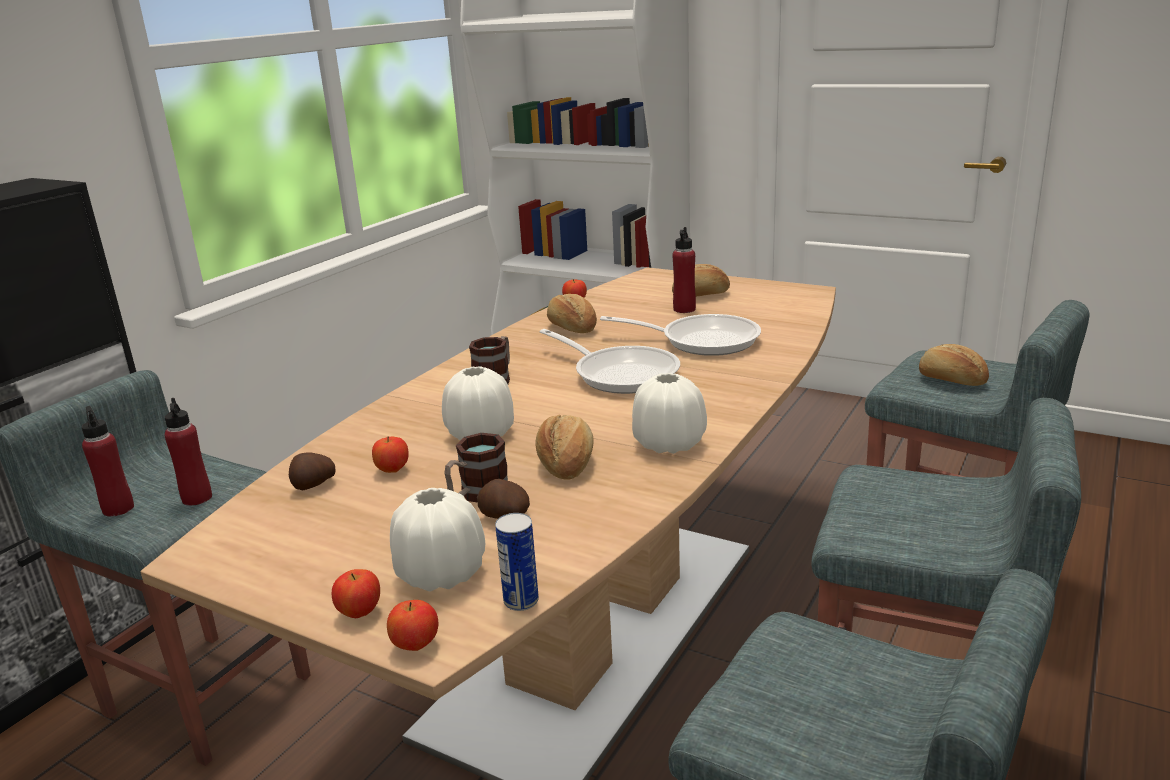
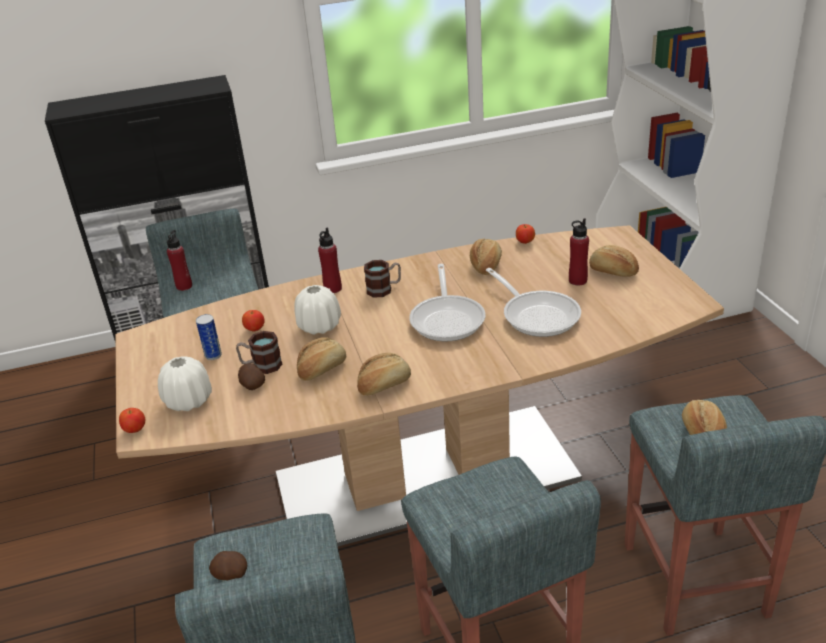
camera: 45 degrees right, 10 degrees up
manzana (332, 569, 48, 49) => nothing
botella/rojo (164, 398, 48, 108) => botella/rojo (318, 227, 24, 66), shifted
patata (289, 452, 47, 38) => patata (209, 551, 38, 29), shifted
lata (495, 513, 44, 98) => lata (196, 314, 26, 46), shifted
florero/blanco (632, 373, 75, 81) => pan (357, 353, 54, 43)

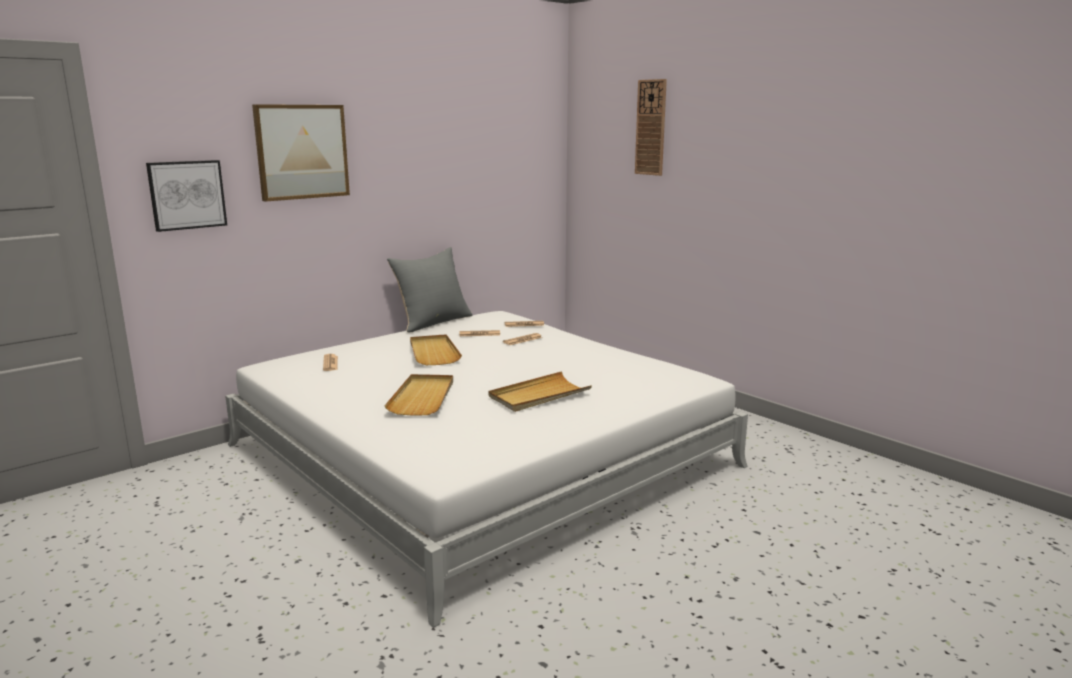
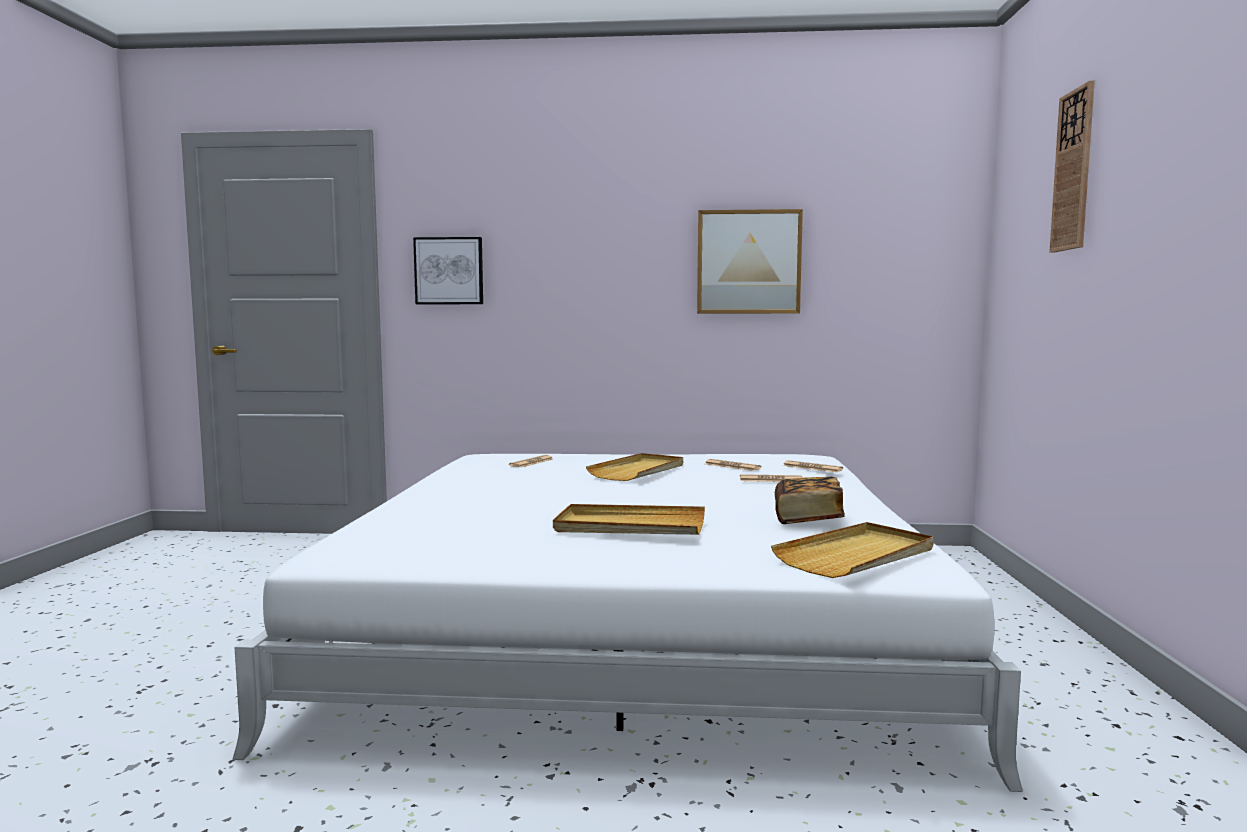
camera: 45 degrees right, 10 degrees down
cojín/gris (387, 247, 86, 85) => nothing
nothing => libro (775, 477, 70, 47)
cuadro (252, 104, 98, 98) => cuadro (697, 209, 106, 105), shifted
bandeja/beis (385, 374, 68, 42) => bandeja/beis (771, 522, 163, 56), shifted

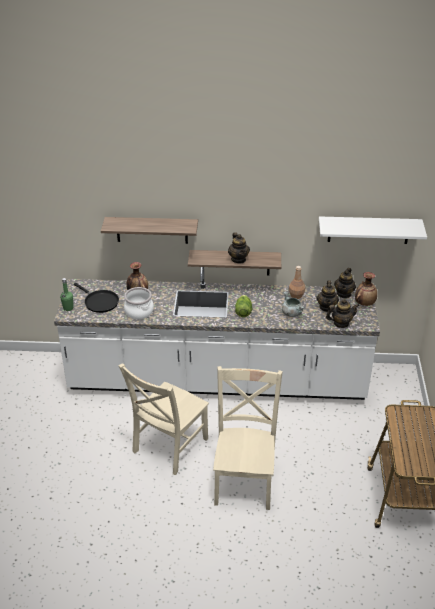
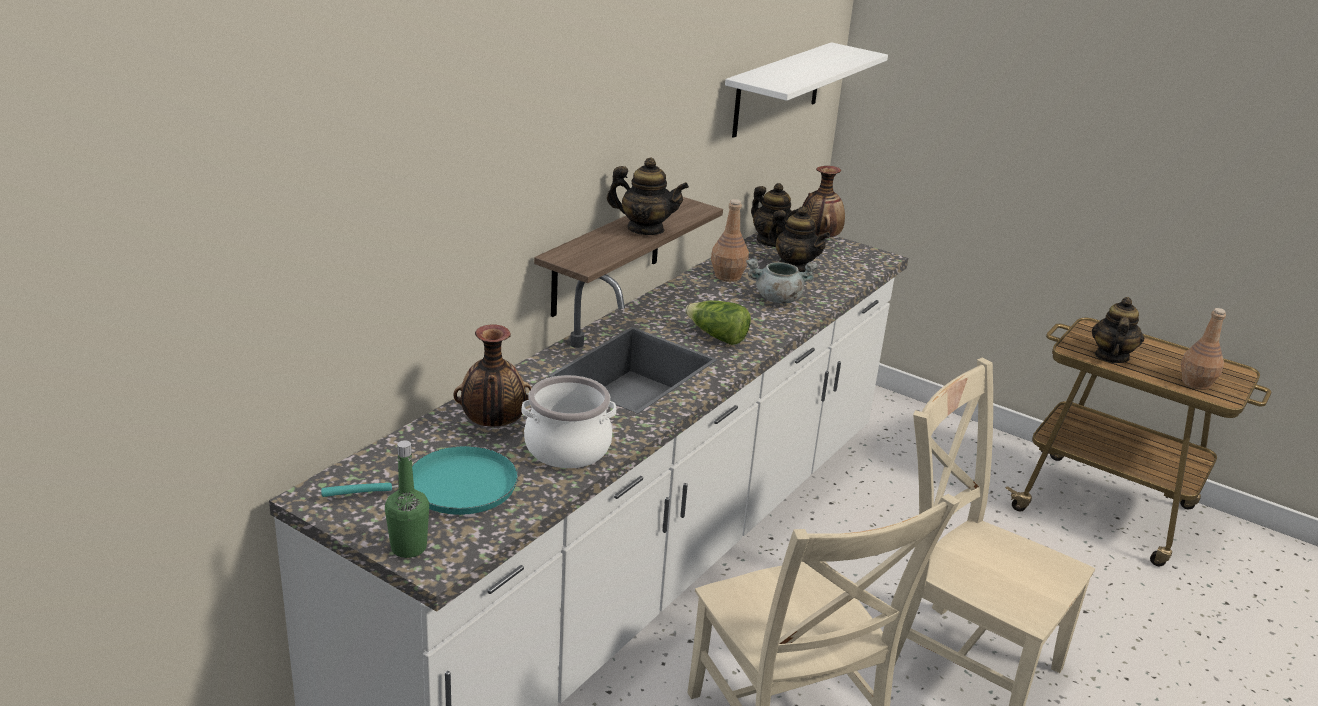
camera: 60 degrees left, 10 degrees down
estante (101, 217, 97, 27) => nothing
nothing => botella/marrón (1181, 308, 45, 82)
tetera (326, 299, 34, 29) => tetera (1092, 297, 52, 66), shifted
sartén/negro (74, 283, 45, 30) => sartén/turquesa (321, 446, 197, 69)

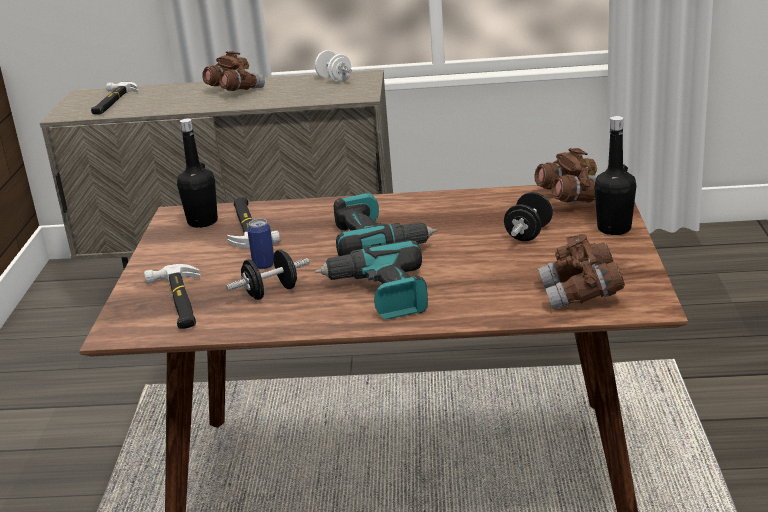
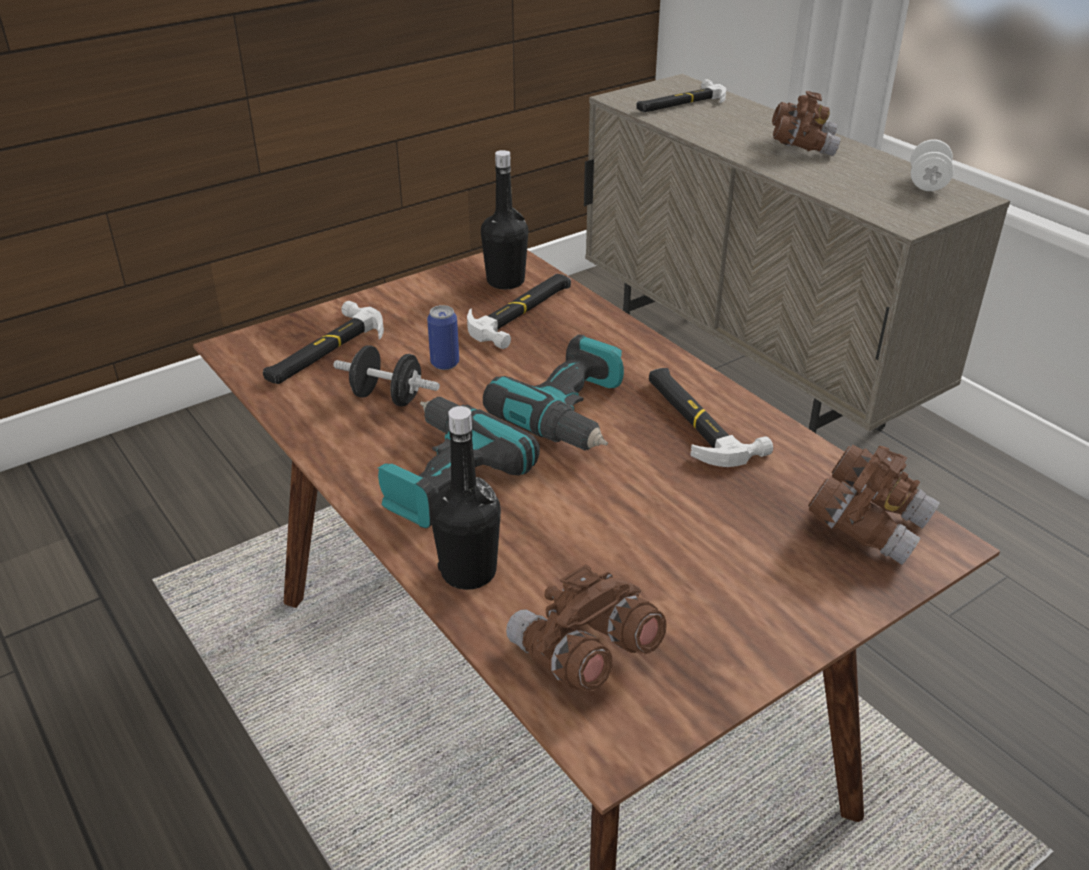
camera: 50 degrees right, 10 degrees up
mancuerna/negro (504, 192, 49, 49) => nothing
nothing => martillo (649, 368, 124, 99)
botella/negro (594, 116, 42, 119) => botella/negro (430, 406, 71, 184), shifted

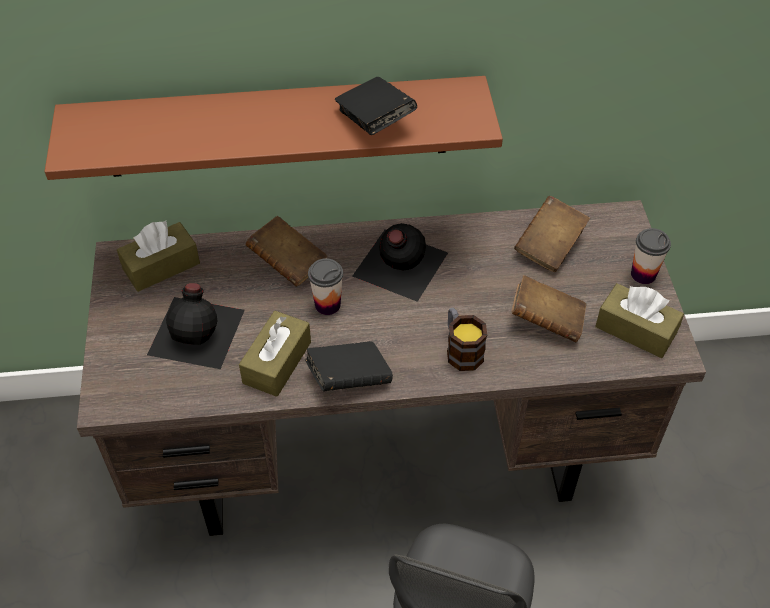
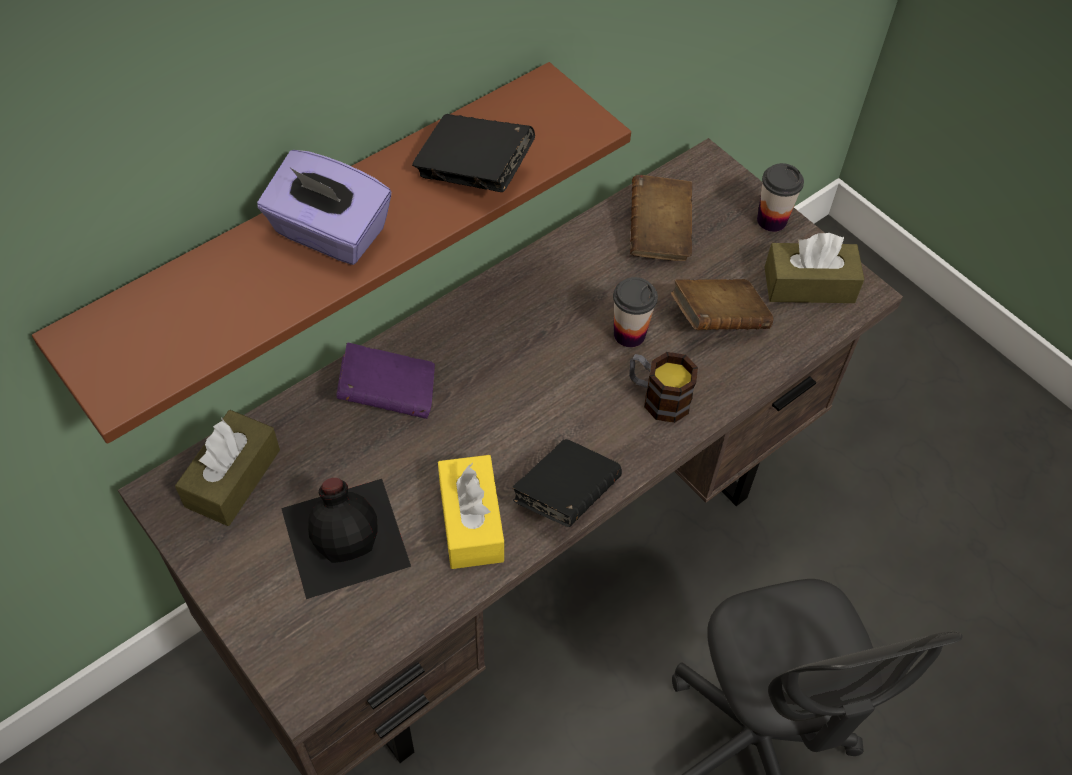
camera: 35 degrees left, 5 degrees up
botella/negro (352, 223, 96, 79) => nothing
nothing => caja de pañuelos/morado (257, 150, 134, 115)
taza (308, 258, 35, 57) => taza (613, 277, 45, 70), shifted
caja de pañuelos/marrón (239, 311, 72, 86) => caja de pañuelos/amarillo (438, 455, 66, 114)
libro/marrón (246, 216, 81, 71) => libro/morado (336, 343, 99, 76)

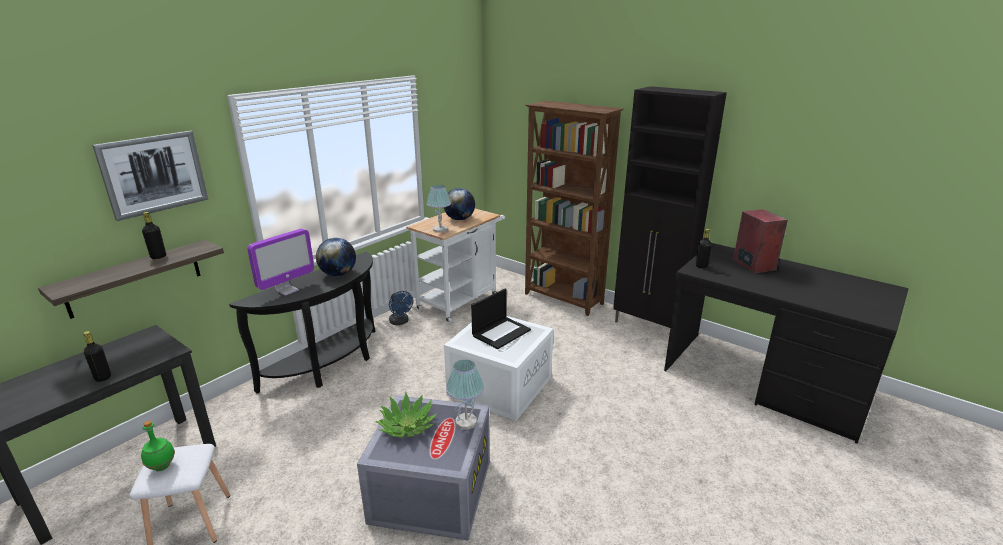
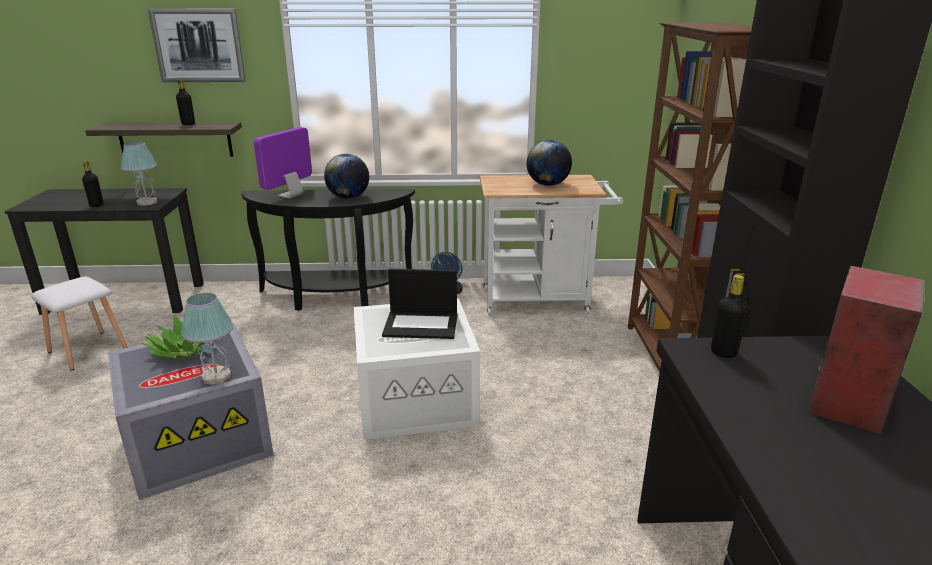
camera: 50 degrees right, 0 degrees up
botella/verde (141, 421, 34, 50) => nothing
lámpara de mesa (427, 185, 24, 48) => lámpara de mesa (121, 141, 36, 65), shifted
monitor (247, 228, 67, 68) => monitor (254, 127, 58, 71), 120 degrees clockwise

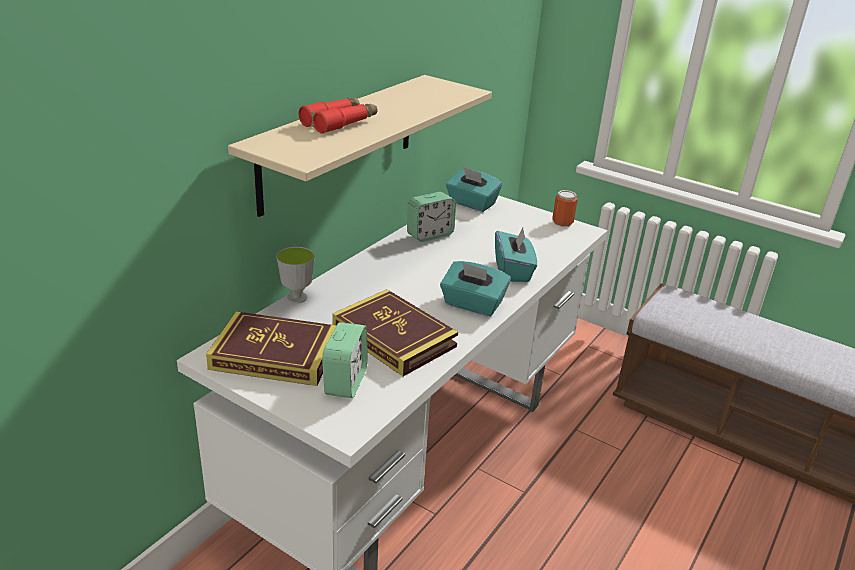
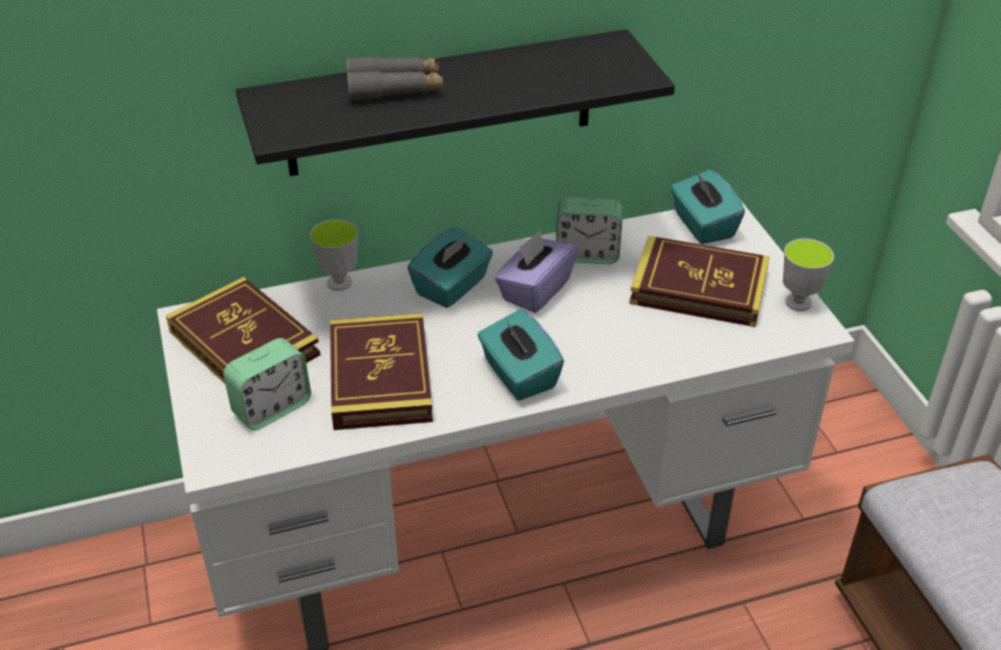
camera: 40 degrees right, 10 degrees up
nothing => caja de pañuelos/morado (495, 230, 82, 83)
nothing => libro (629, 236, 141, 91)
caja de pañuelos/turquesa (495, 228, 42, 54) => caja de pañuelos/turquesa (407, 227, 86, 81), shifted
lata (552, 190, 26, 37) => taza (783, 239, 51, 72)
estante/beis (228, 75, 264, 142) => estante/negro (236, 29, 439, 147)
prismáticos/rojo (299, 98, 78, 36) => prismáticos/gris (346, 56, 97, 45)

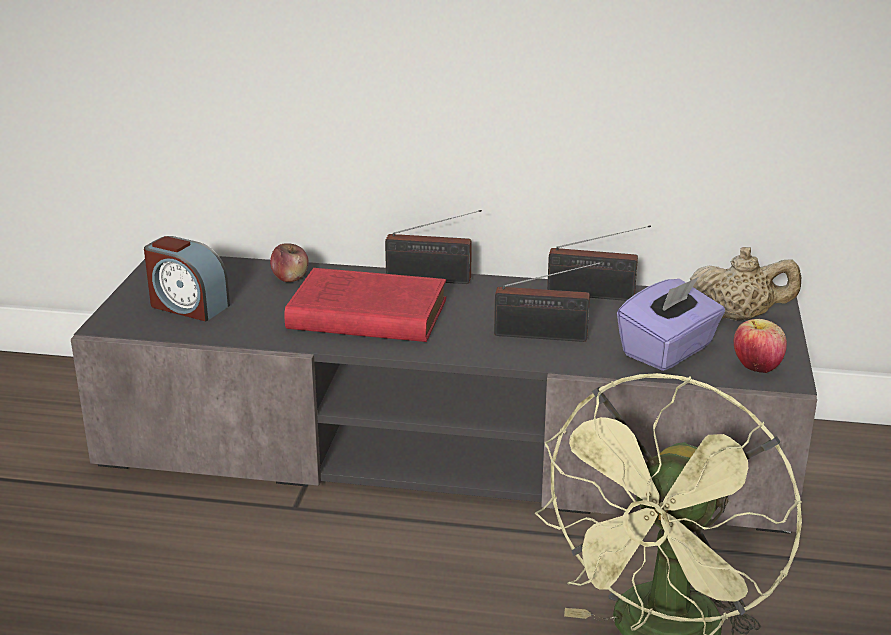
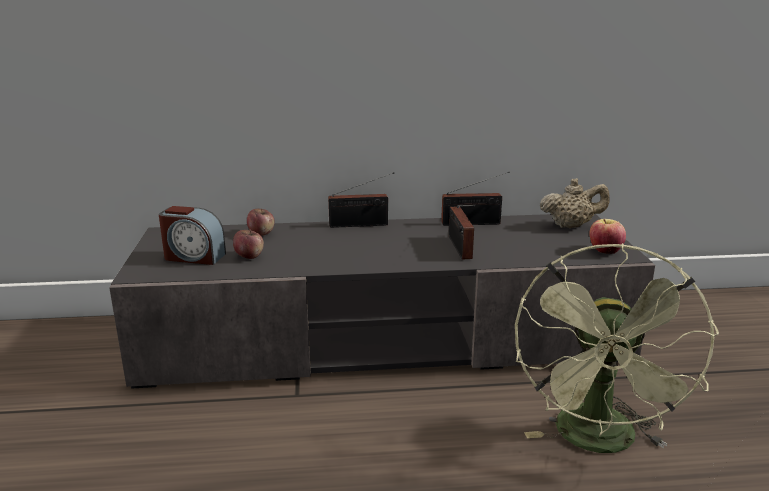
camera: 15 degrees left, 5 degrees down
libro/rojo (284, 268, 162, 74) => nothing
caja de pañuelos/morado (617, 277, 108, 94) => nothing
nothing => manzana (233, 229, 31, 30)
radio (494, 261, 109, 81) => radio (449, 205, 26, 54), 90 degrees clockwise

